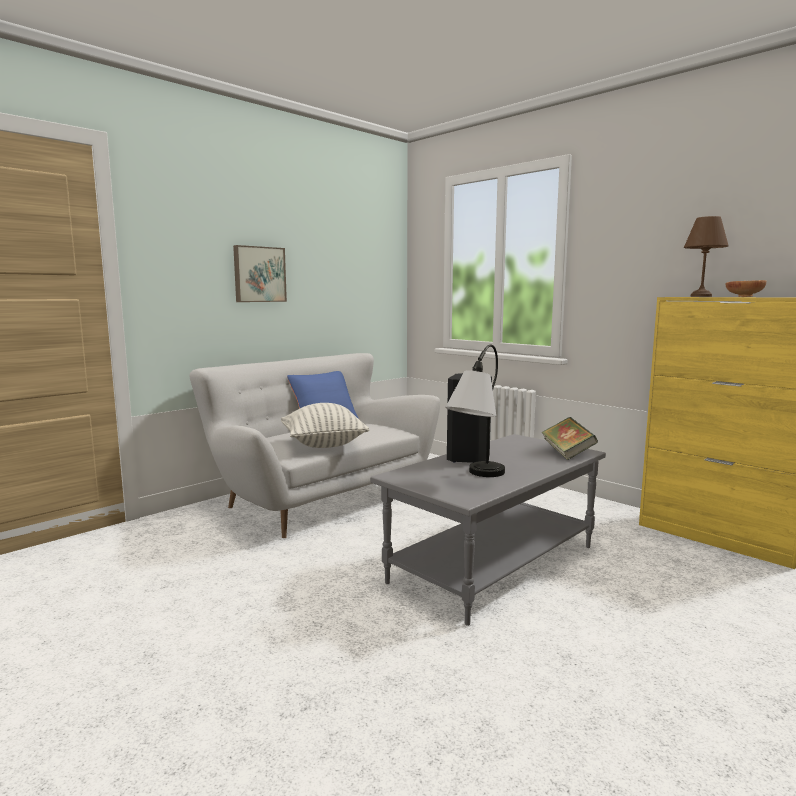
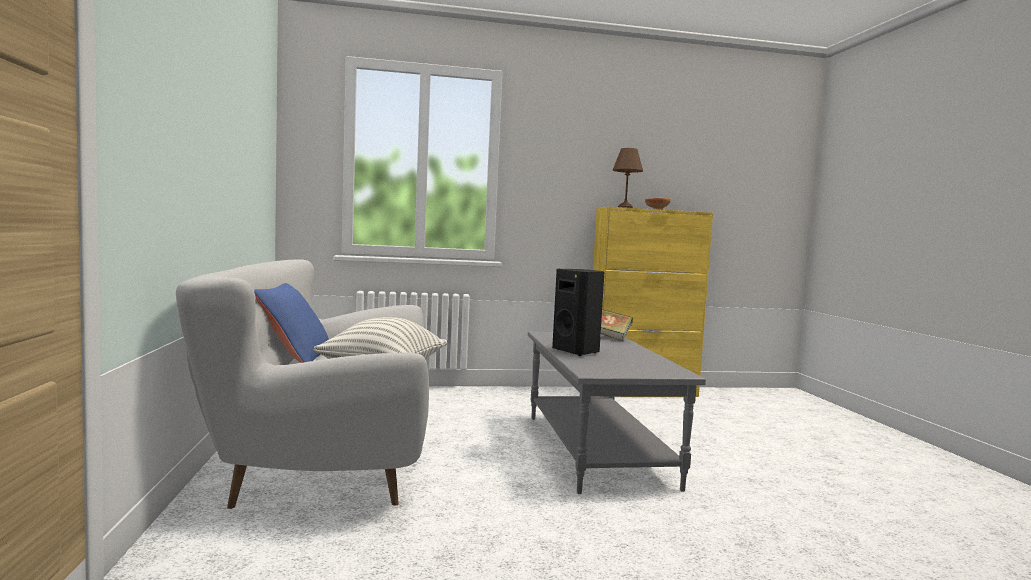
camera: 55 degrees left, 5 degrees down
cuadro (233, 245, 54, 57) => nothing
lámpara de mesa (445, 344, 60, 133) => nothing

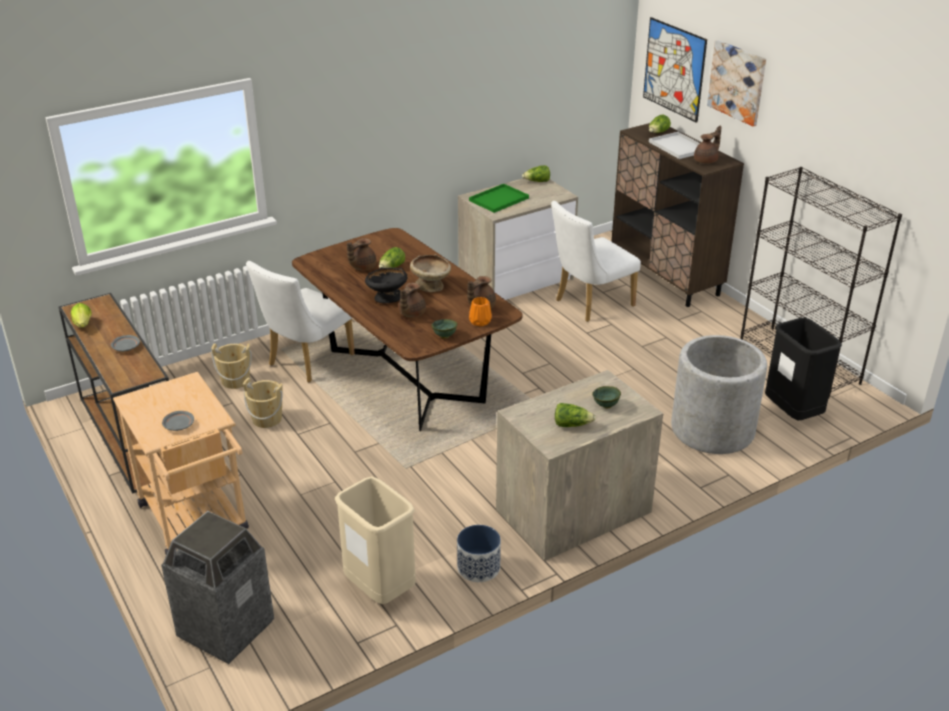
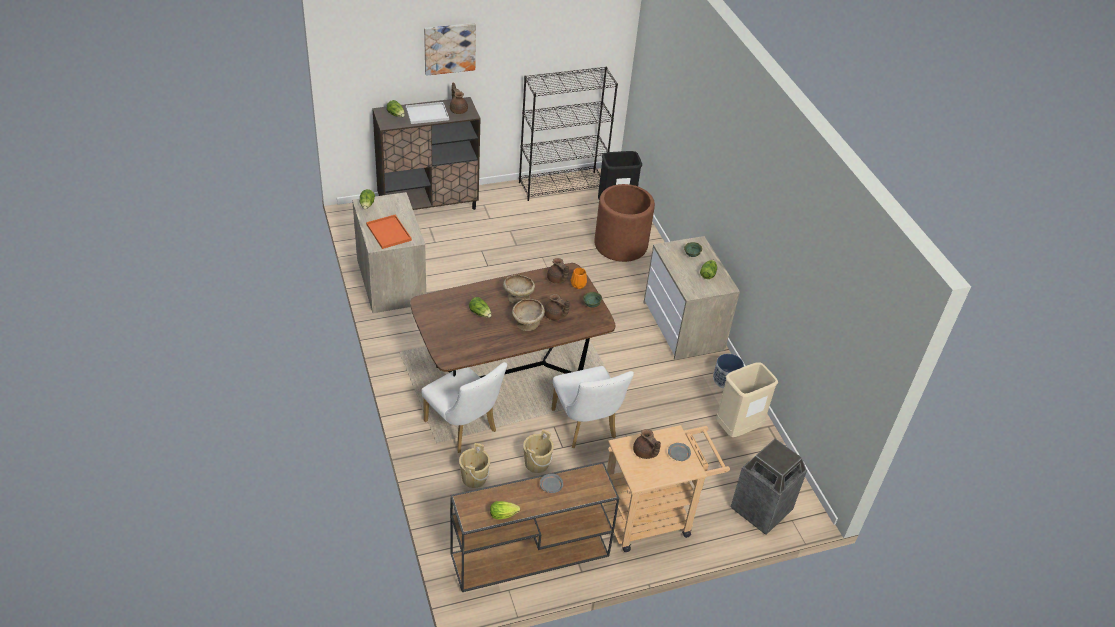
camera: 80 degrees left, 10 degrees up
cuadro (643, 17, 64, 106) => nothing
tetera/marrón (347, 238, 30, 33) => tetera/marrón (633, 429, 28, 30), shifted
silla/blanco (551, 201, 90, 121) => silla/blanco (551, 366, 83, 82), shifted
cuenco/negro (365, 267, 42, 36) => cuenco/beis (512, 299, 33, 32)
bandeja/verde (469, 184, 60, 29) => bandeja/naranja (366, 215, 46, 34)
maceta/gris (671, 335, 96, 119) => maceta/marrón (594, 184, 61, 78)

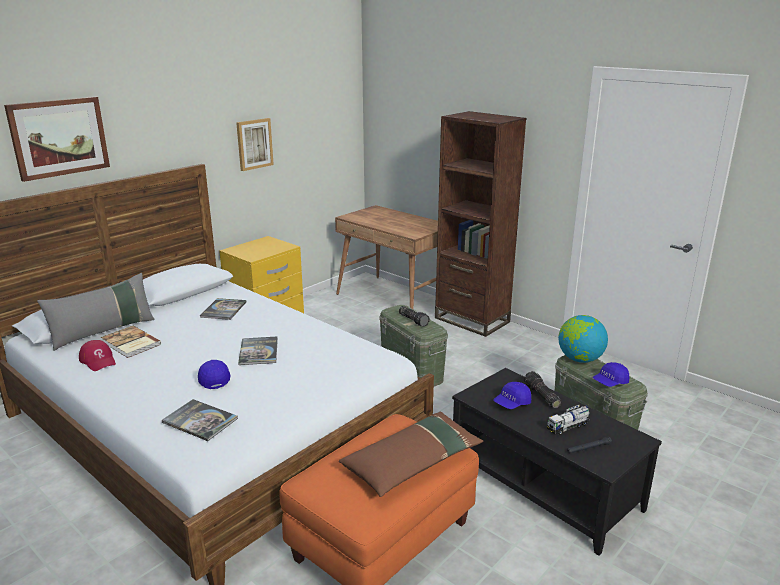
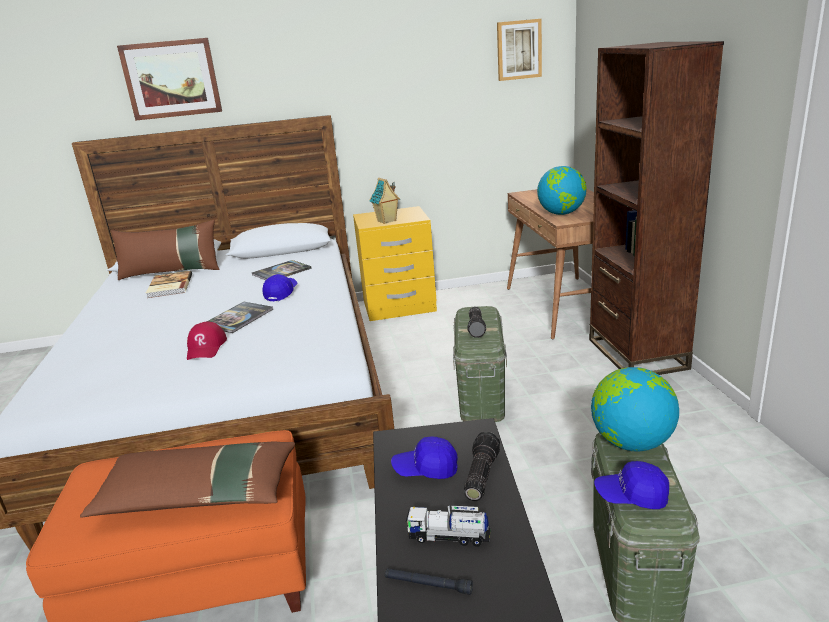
camera: 40 degrees right, 0 degrees up
libro (162, 399, 76, 42) => nothing
nothing => casita (369, 177, 31, 47)
nothing => globo terráqueo (537, 166, 50, 49)
gorra/rojo (79, 340, 37, 31) => gorra/rojo (187, 321, 40, 39), shifted
gorra/azul (198, 360, 33, 29) => gorra/azul (263, 274, 34, 27), shifted
cuadro (236, 118, 38, 53) => cuadro (497, 19, 45, 62), shifted
cojín/gris (37, 273, 118, 78) => cojín/marrón (111, 220, 109, 60)

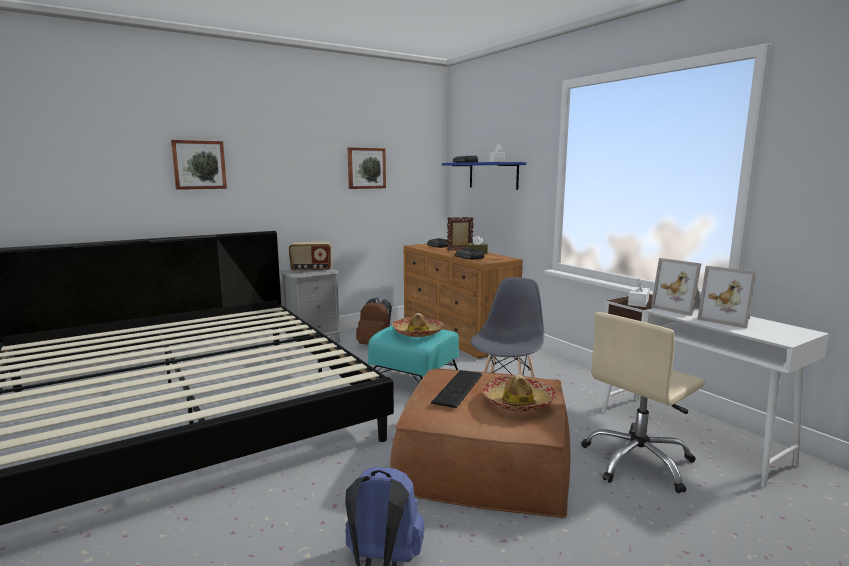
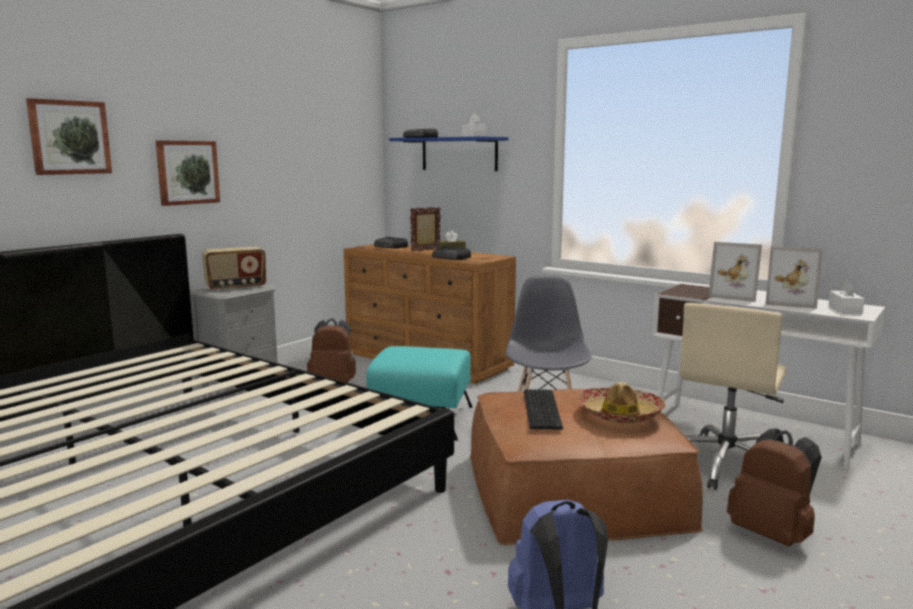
camera: 20 degrees left, 0 degrees up
sombrero (392, 313, 52, 24) => nothing
nothing => mochila/marrón (727, 428, 95, 118)
cuadro (348, 147, 38, 42) => cuadro (156, 140, 64, 66), shifted
caja de pañuelos/blanco (628, 278, 22, 29) => caja de pañuelos/blanco (829, 279, 36, 35), shifted

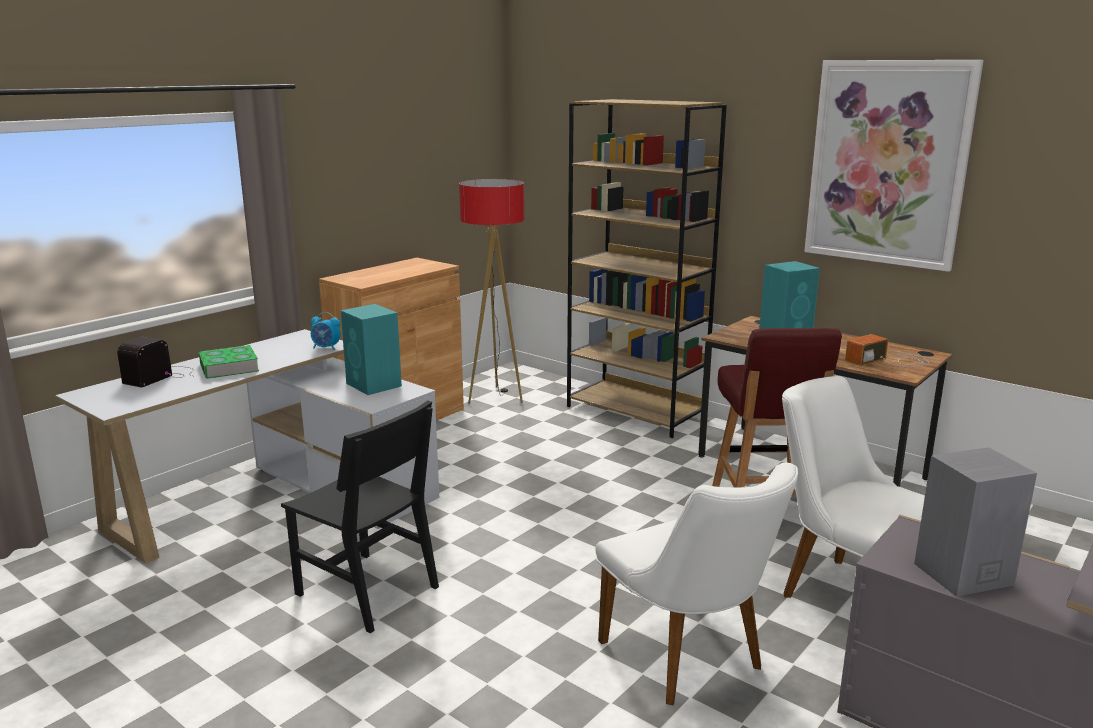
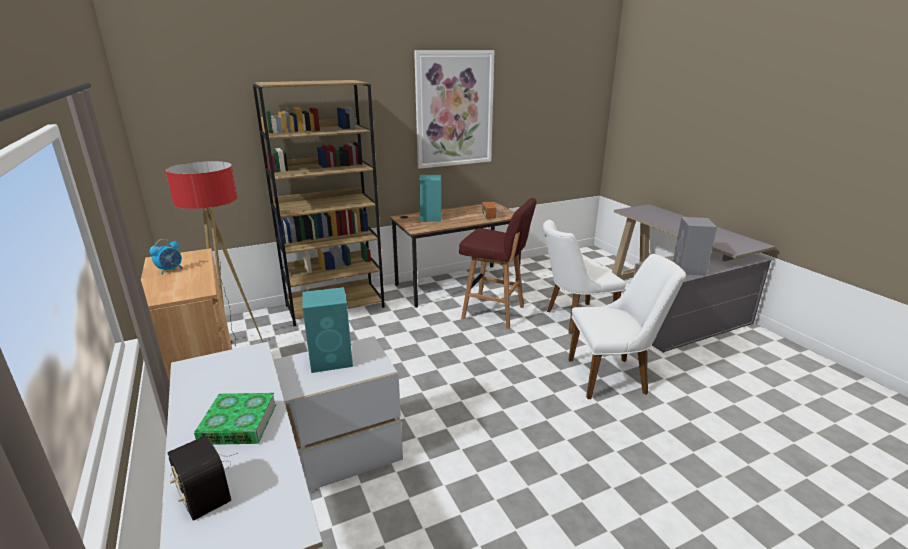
camera: 65 degrees left, 5 degrees up
silla/negro (281, 400, 158, 233) => nothing
despertador (311, 312, 30, 38) => despertador (150, 239, 32, 36), shifted

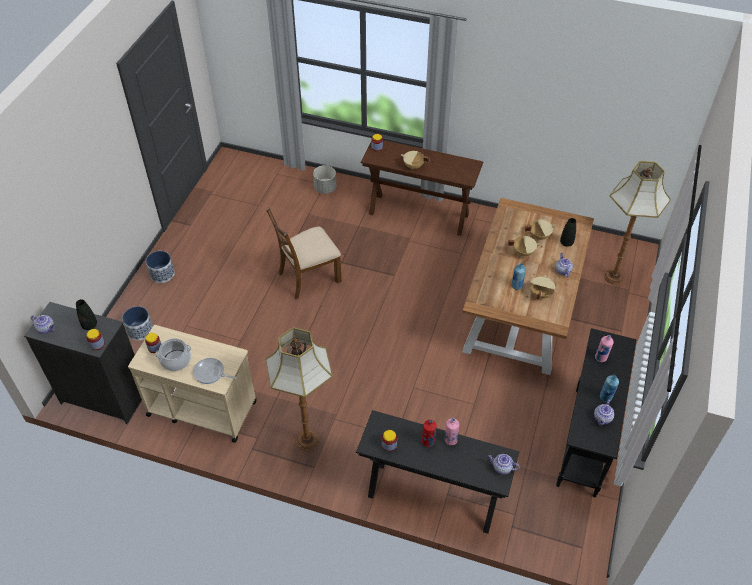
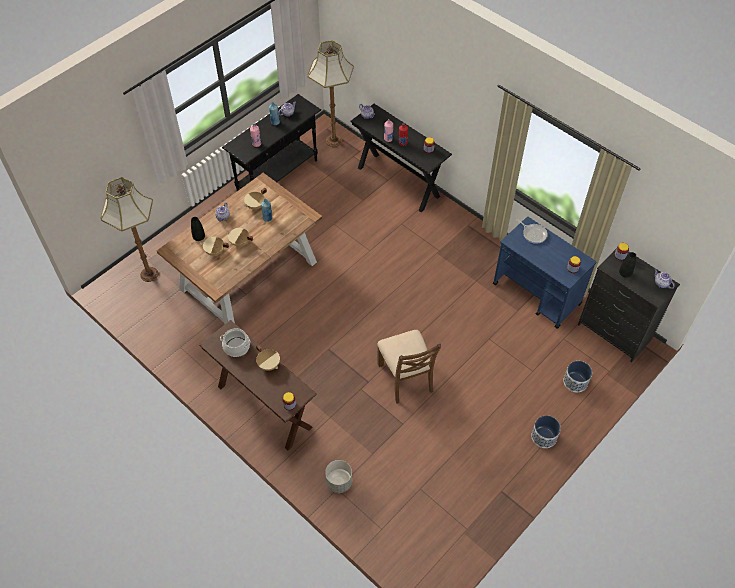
camera: 155 degrees left, 5 degrees up
olla (155, 338, 36, 33) => olla (220, 328, 30, 29), shifted
lámpara de pie (266, 327, 67, 124) => lámpara de pie (307, 40, 47, 107), shifted
carrito/beis (128, 325, 128, 118) => carrito/azul (493, 217, 103, 112)
silla/marrón (266, 207, 76, 92) => silla/marrón (377, 330, 64, 74), 75 degrees clockwise

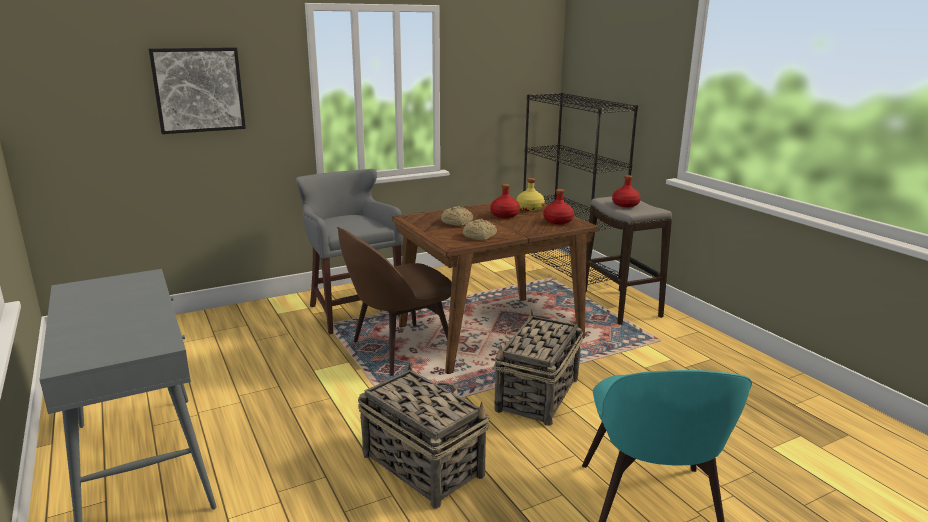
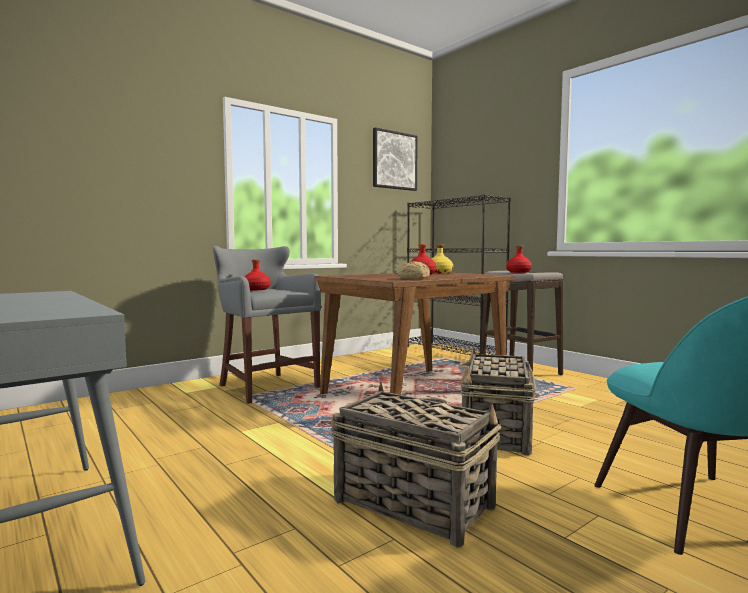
camera: 10 degrees left, 15 degrees down
silla/marrón (337, 227, 115, 149) => nothing
pan (441, 206, 32, 20) => nothing
cuadro (149, 47, 97, 87) => cuadro (373, 128, 45, 63), shifted
botella/rojo (543, 189, 31, 35) => botella/rojo (245, 260, 26, 30), shifted

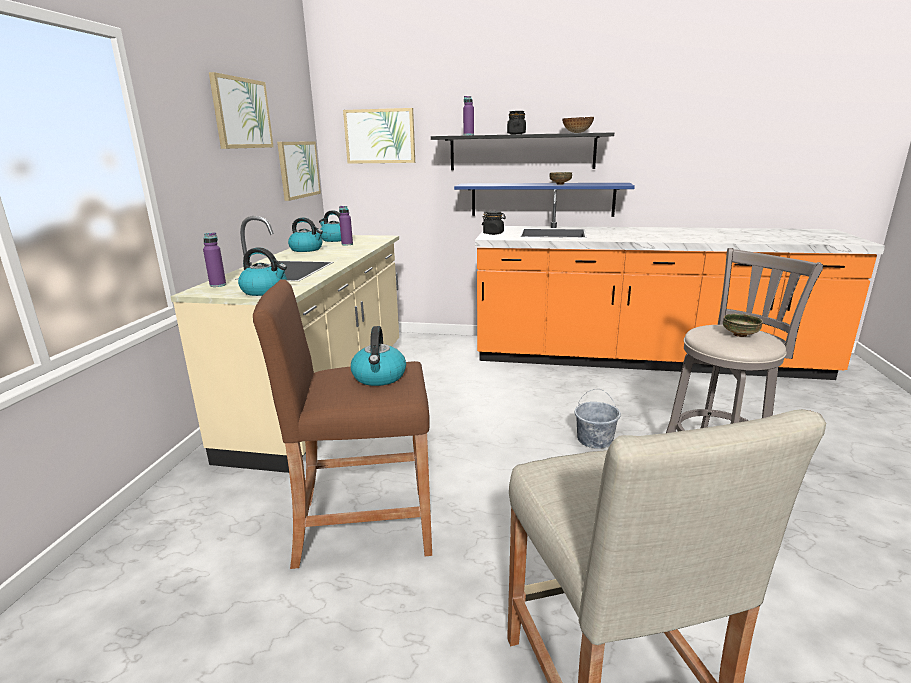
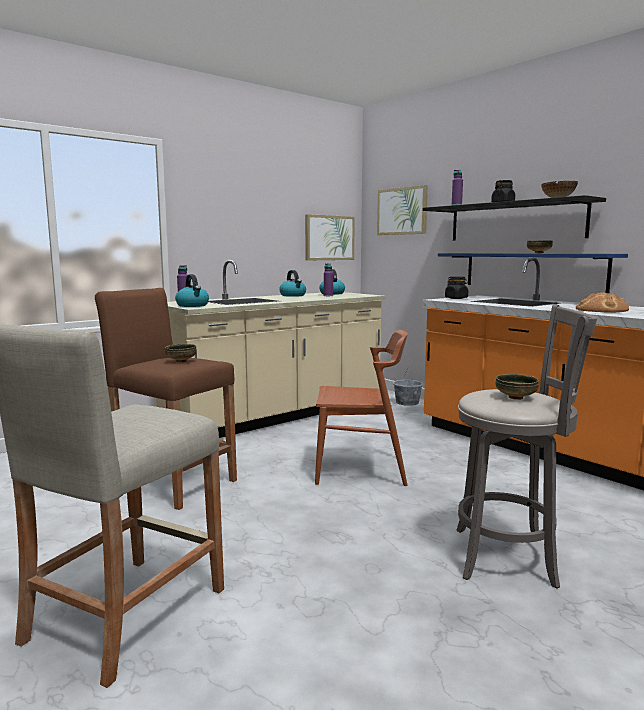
camera: 40 degrees right, 10 degrees down
cuadro (209, 72, 65, 77) => nothing
nothing => silla/marrón (315, 330, 93, 156)
nothing => pan (576, 292, 53, 21)
cubo/gris (575, 389, 46, 60) => cubo/gris (393, 368, 30, 38), shifted
hervidor (351, 326, 55, 60) => cuenco (165, 344, 32, 18)

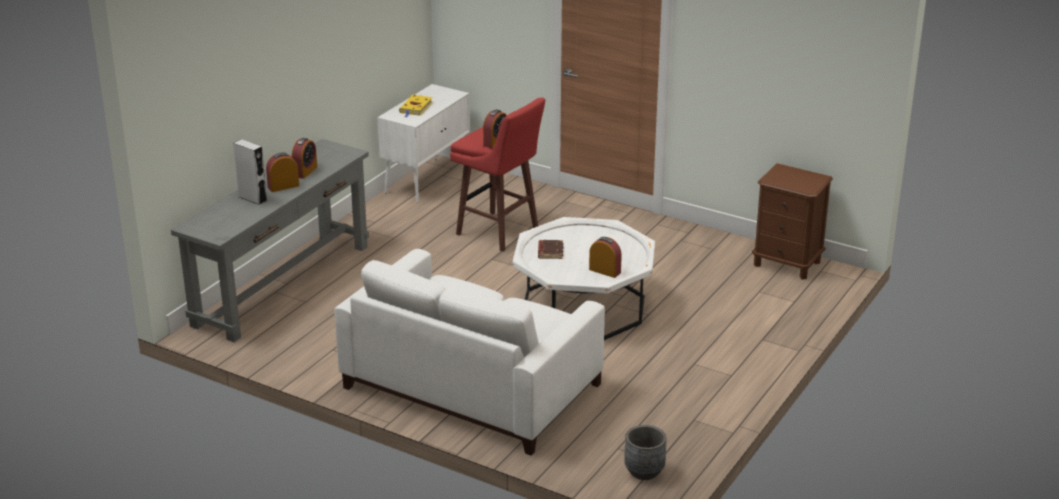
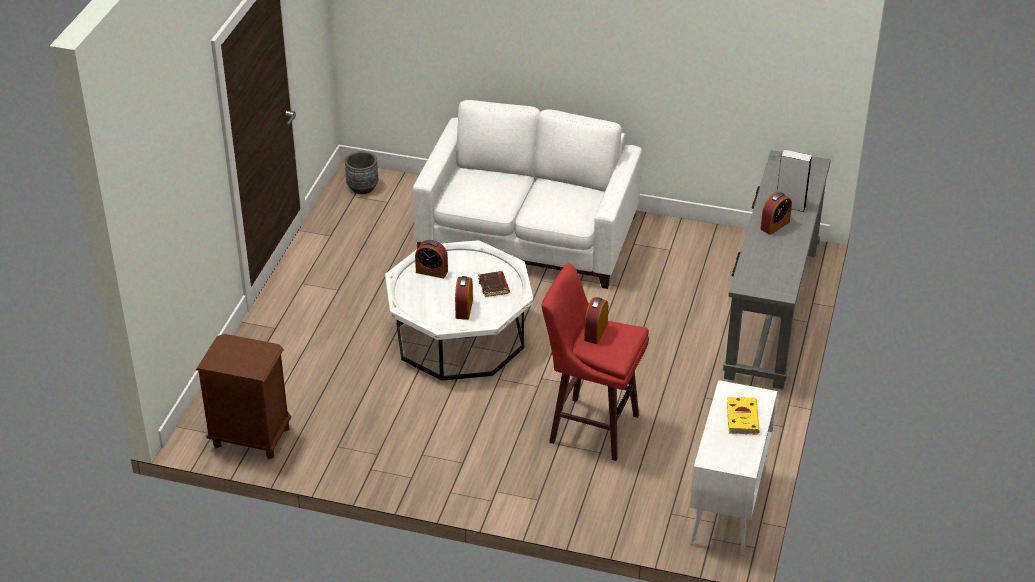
camera: 165 degrees right, 10 degrees up
despertador (292, 138, 25, 41) => despertador (455, 276, 18, 44), shifted

